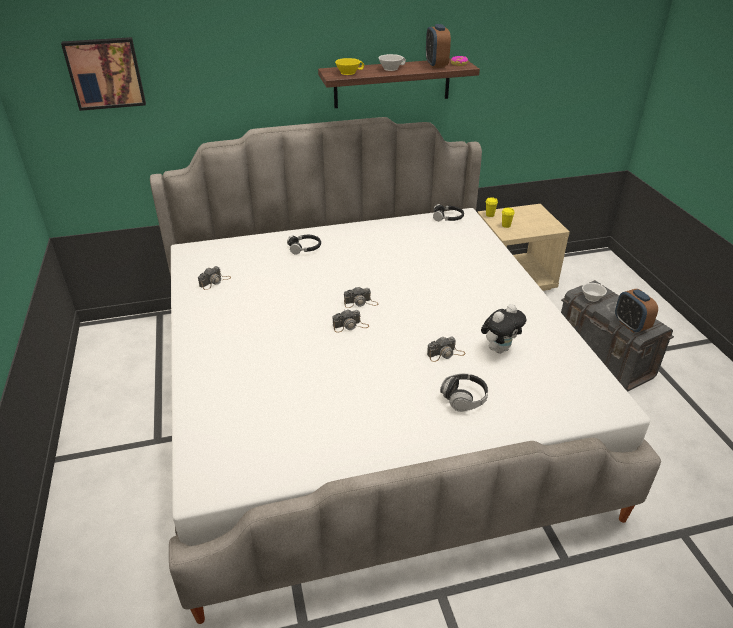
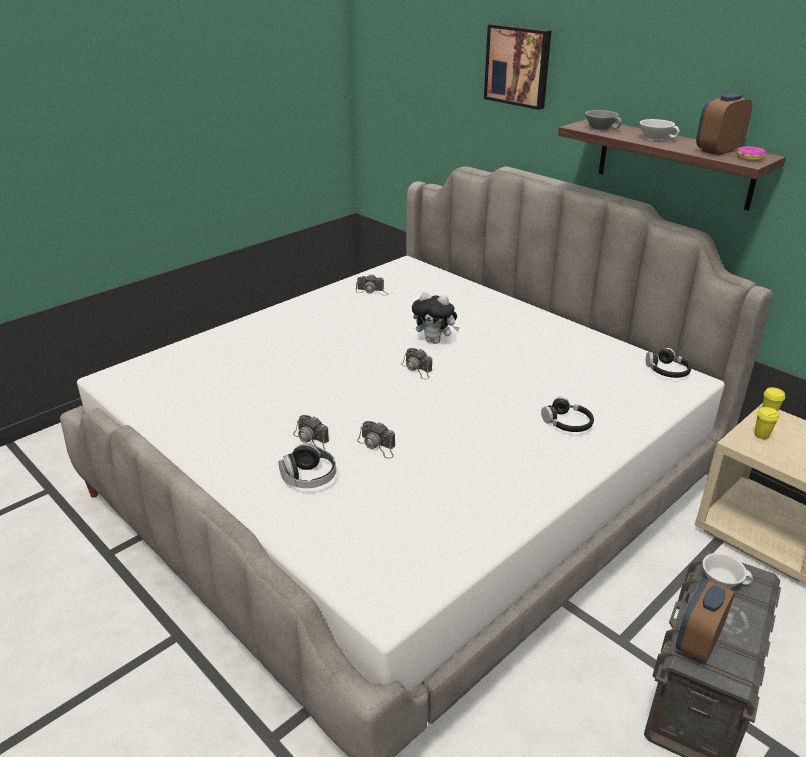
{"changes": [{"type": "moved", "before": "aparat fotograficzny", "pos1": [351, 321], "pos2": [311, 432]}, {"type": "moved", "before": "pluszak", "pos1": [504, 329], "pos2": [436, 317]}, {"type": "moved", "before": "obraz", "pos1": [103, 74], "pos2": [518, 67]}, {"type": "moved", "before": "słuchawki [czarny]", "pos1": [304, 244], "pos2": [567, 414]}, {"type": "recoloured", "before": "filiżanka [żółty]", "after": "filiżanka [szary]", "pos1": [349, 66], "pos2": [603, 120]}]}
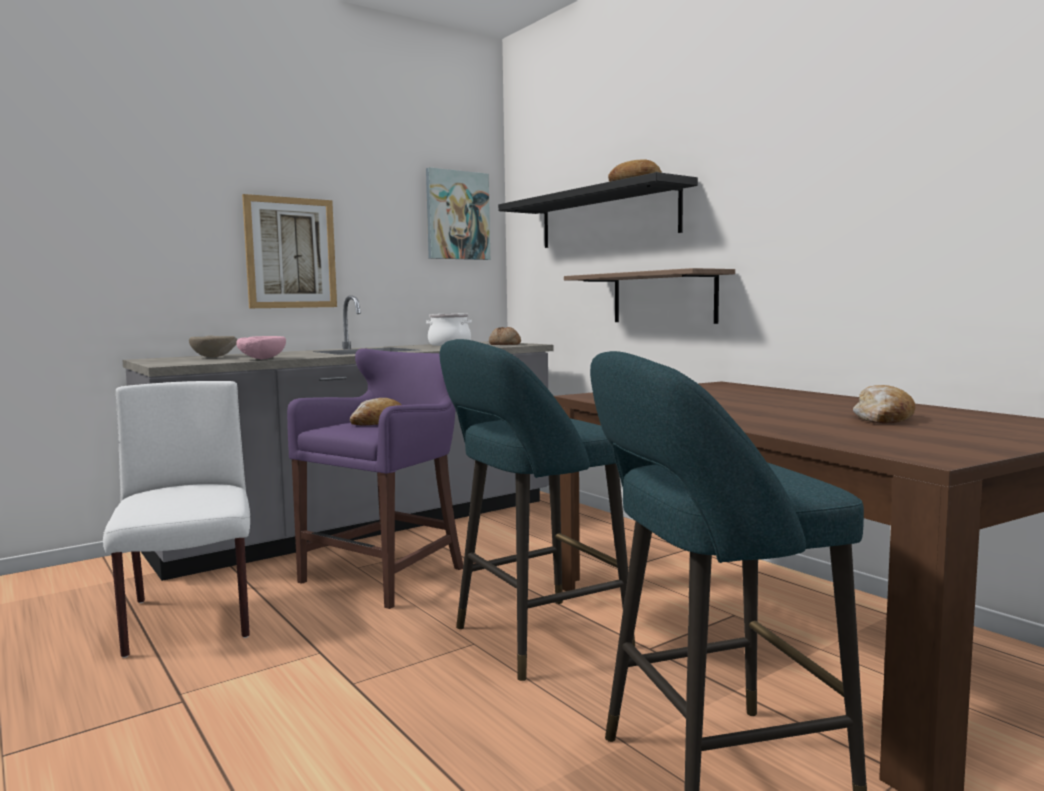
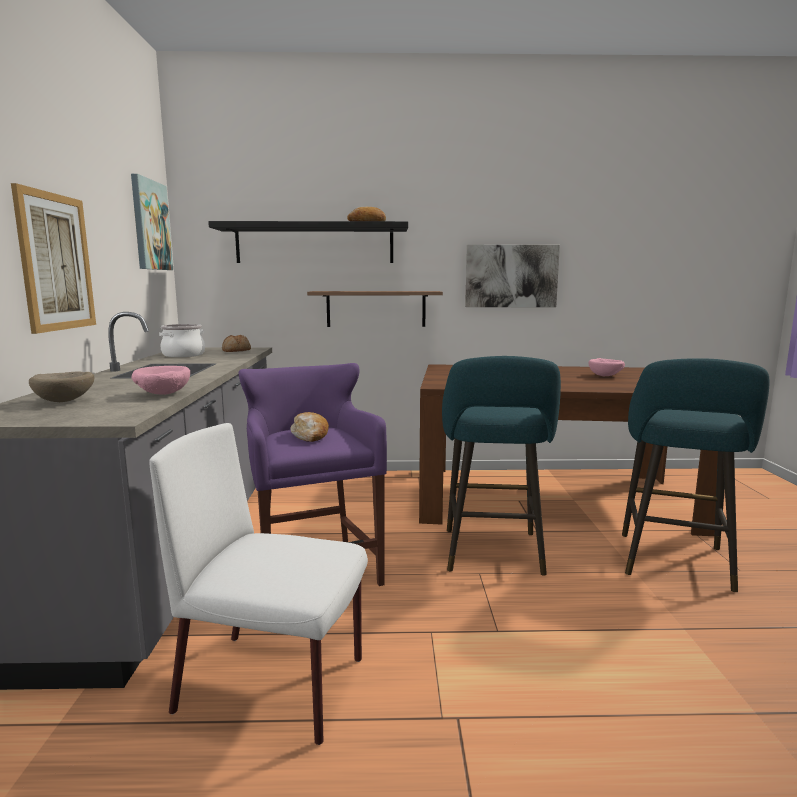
{"changes": [{"type": "added", "after": "obraz", "pos2": [512, 276]}, {"type": "replaced", "before": "chleb", "after": "miska [różowy]", "pos1": [884, 404], "pos2": [607, 367]}]}
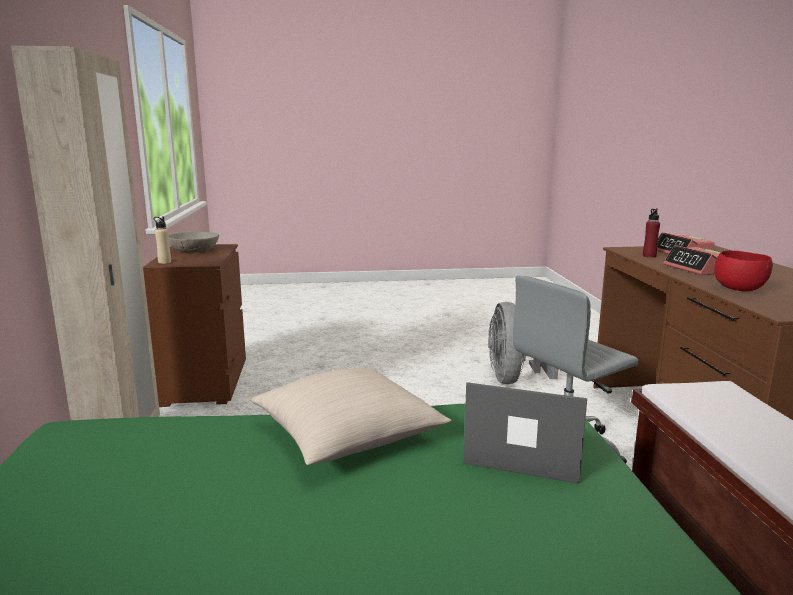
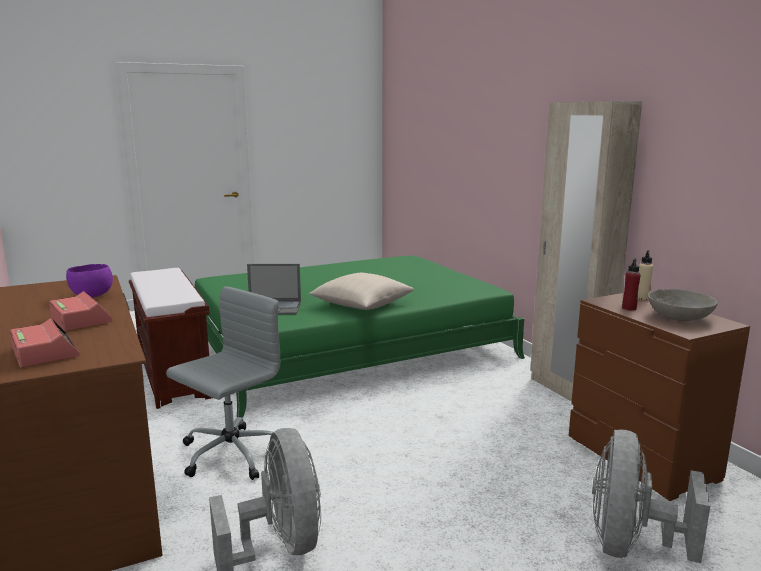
{"changes": [{"type": "recoloured", "before": "miska [czerwony]", "after": "miska [fioletowy]", "pos1": [743, 271], "pos2": [89, 281]}, {"type": "added", "after": "wentylator [szary]", "pos2": [651, 496]}, {"type": "moved", "before": "butelka [czerwony]", "pos1": [651, 233], "pos2": [631, 284]}]}
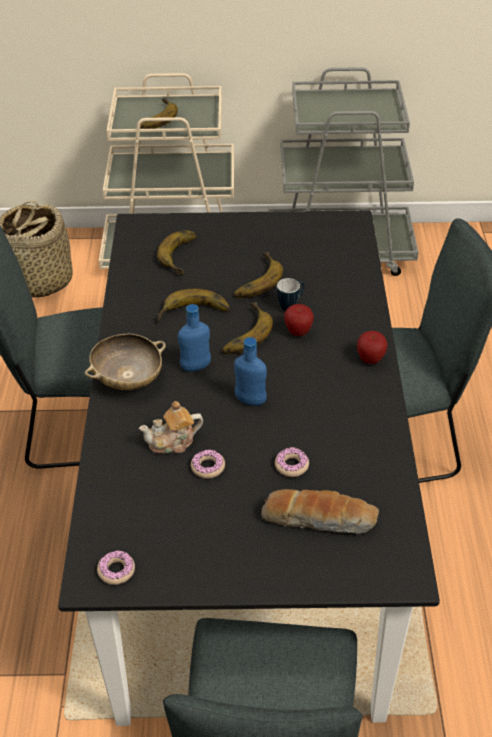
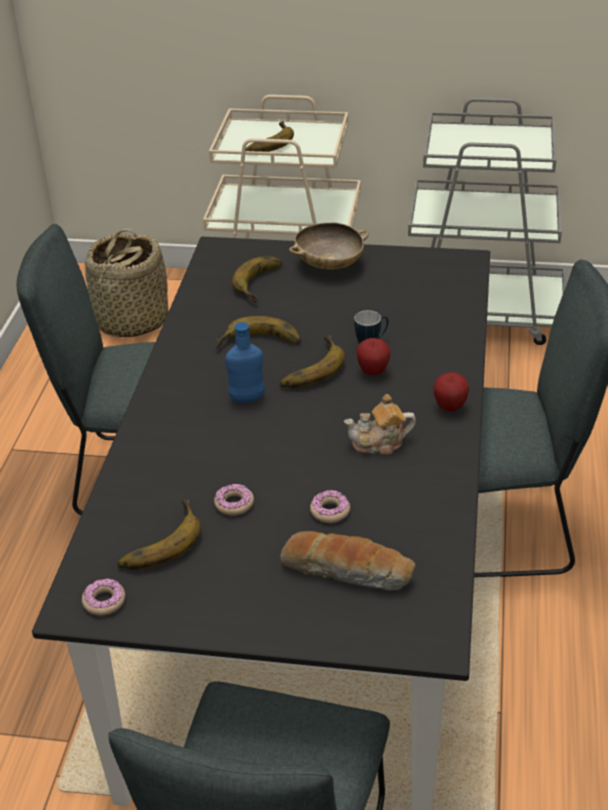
{"changes": [{"type": "moved", "before": "banan", "pos1": [258, 275], "pos2": [159, 535]}, {"type": "moved", "before": "miska [beżowy]", "pos1": [125, 362], "pos2": [329, 245]}, {"type": "moved", "before": "imbryk", "pos1": [171, 427], "pos2": [380, 424]}, {"type": "removed", "before": "butelka [niebieski]", "pos1": [250, 371]}]}
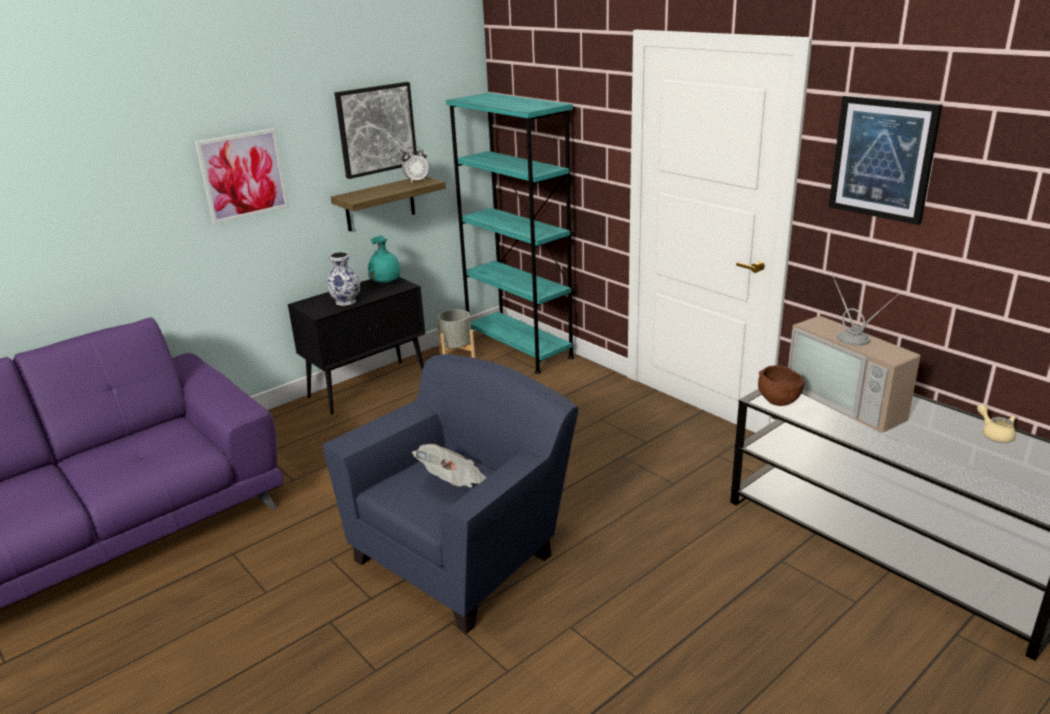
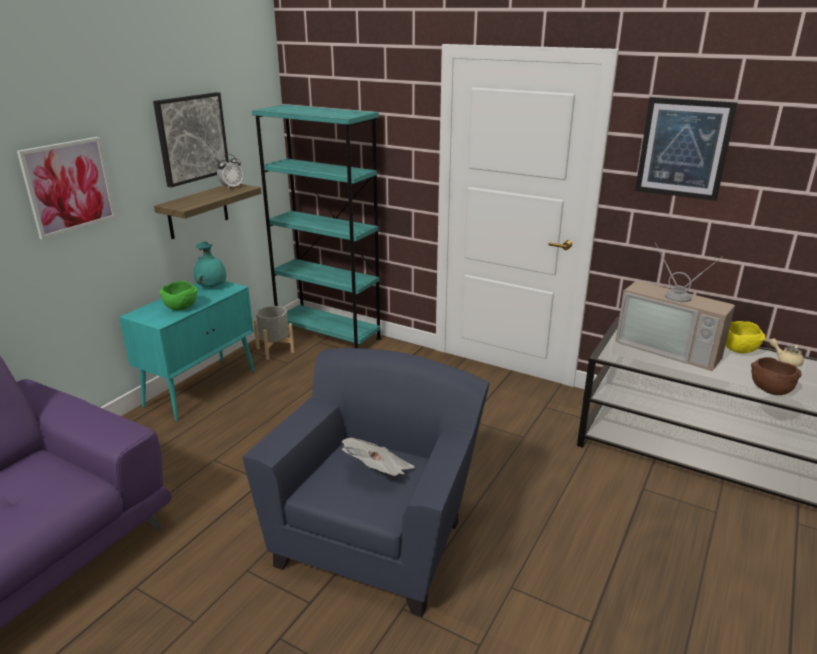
{"changes": [{"type": "recoloured", "before": "szafka [czarny]", "after": "szafka [turkusowy]", "pos1": [356, 346], "pos2": [187, 351]}, {"type": "replaced", "before": "wazon", "after": "miska [zielony]", "pos1": [343, 279], "pos2": [178, 295]}, {"type": "added", "after": "miska [żółty]", "pos2": [745, 337]}, {"type": "moved", "before": "miska [brązowy]", "pos1": [781, 385], "pos2": [776, 376]}]}
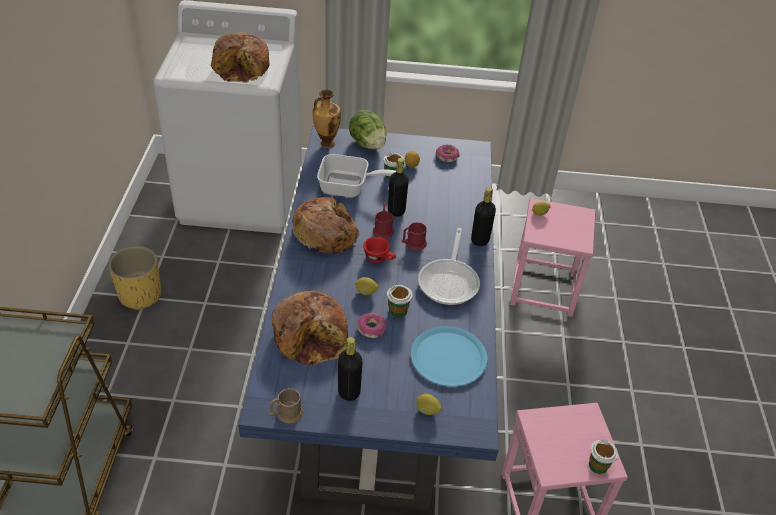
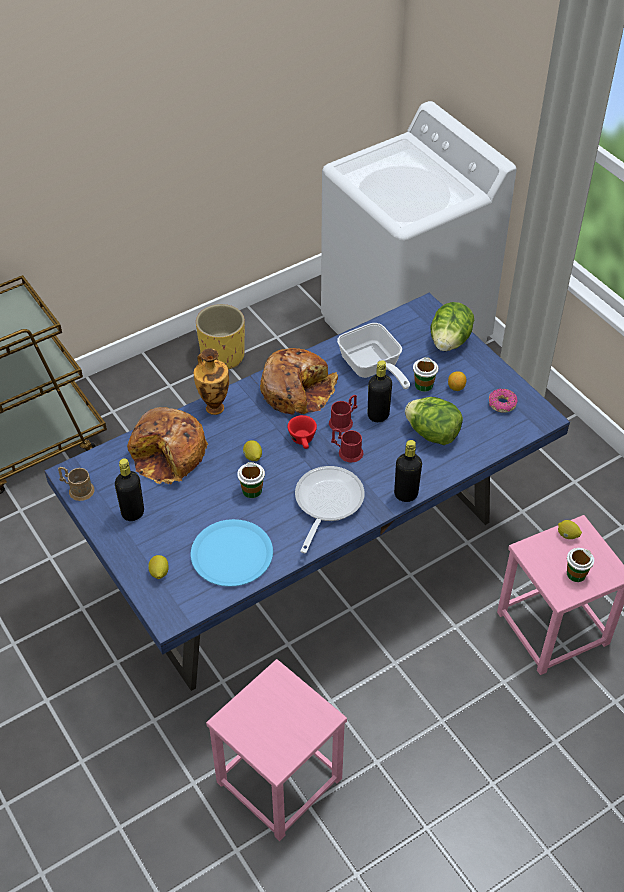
{"changes": [{"type": "moved", "before": "wazon", "pos1": [326, 119], "pos2": [211, 381]}, {"type": "turned", "before": "patelnia", "pos1": [449, 266], "pos2": [329, 509], "turn": 135}, {"type": "added", "after": "sałata", "pos2": [434, 421]}, {"type": "moved", "before": "filiżanka", "pos1": [603, 456], "pos2": [580, 565]}, {"type": "removed", "before": "chleb", "pos1": [240, 57]}, {"type": "removed", "before": "donut", "pos1": [372, 325]}]}
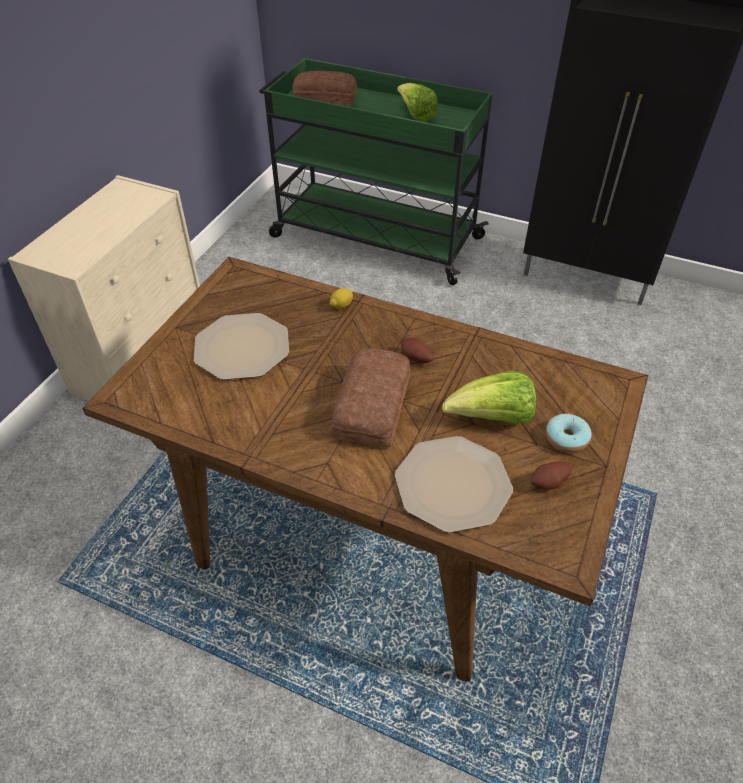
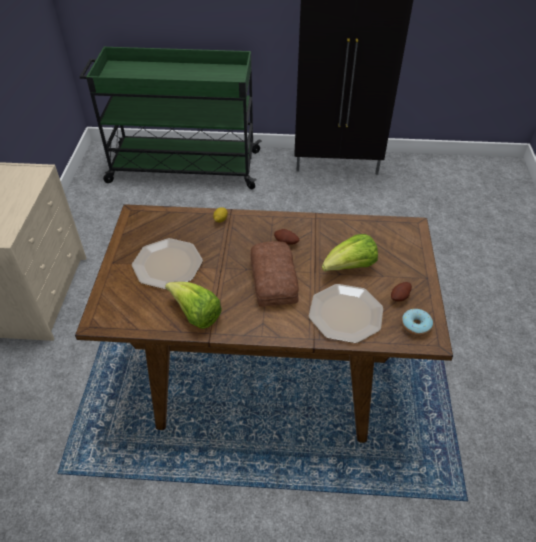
{"changes": [{"type": "moved", "before": "sałata", "pos1": [417, 102], "pos2": [193, 305]}, {"type": "moved", "before": "donut", "pos1": [569, 433], "pos2": [417, 322]}, {"type": "removed", "before": "chleb", "pos1": [325, 88]}]}
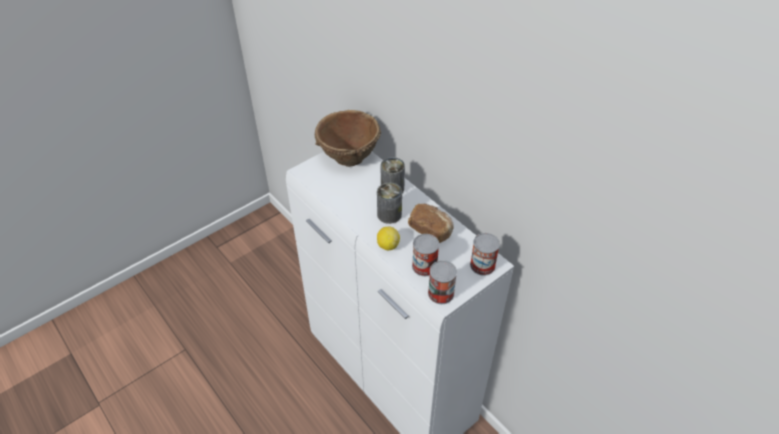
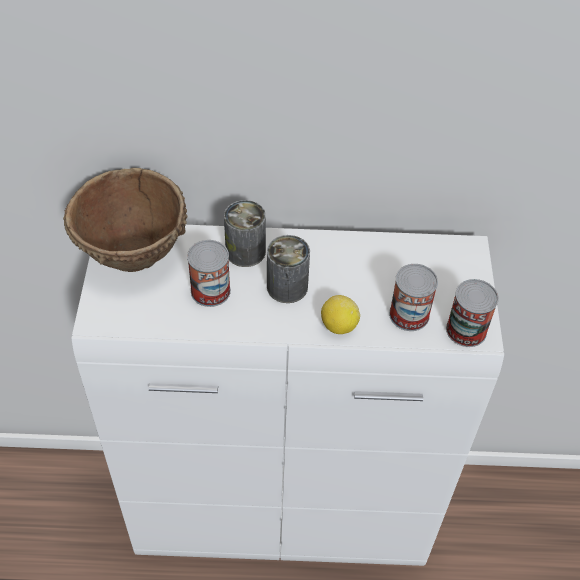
{"changes": [{"type": "moved", "before": "puszka", "pos1": [485, 254], "pos2": [209, 273]}, {"type": "removed", "before": "chleb", "pos1": [430, 223]}]}
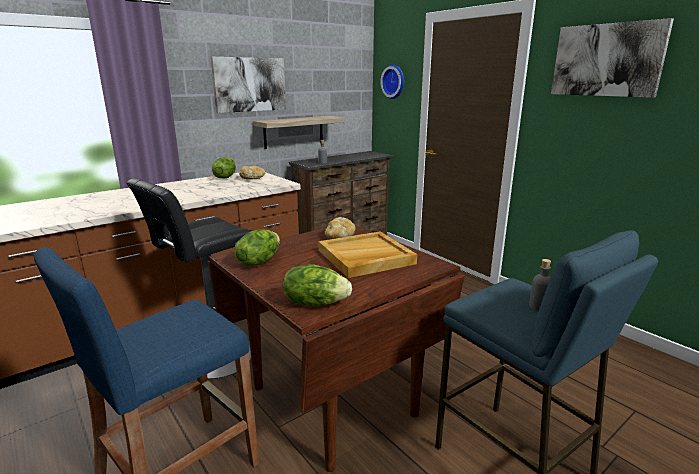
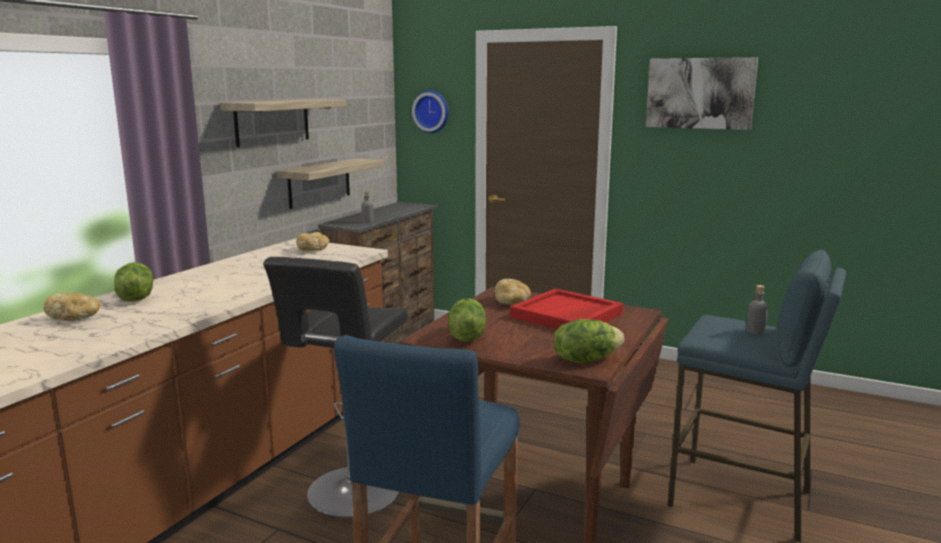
{"changes": [{"type": "added", "after": "chleb", "pos2": [71, 307]}, {"type": "moved", "before": "sałata", "pos1": [224, 168], "pos2": [133, 282]}, {"type": "replaced", "before": "obraz", "after": "półka", "pos1": [248, 85], "pos2": [283, 123]}, {"type": "recoloured", "before": "taca [beżowy]", "after": "taca [czerwony]", "pos1": [367, 254], "pos2": [566, 308]}]}
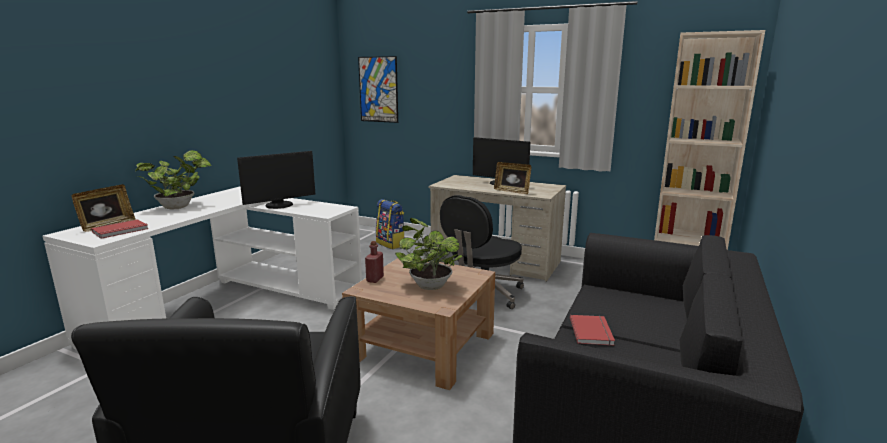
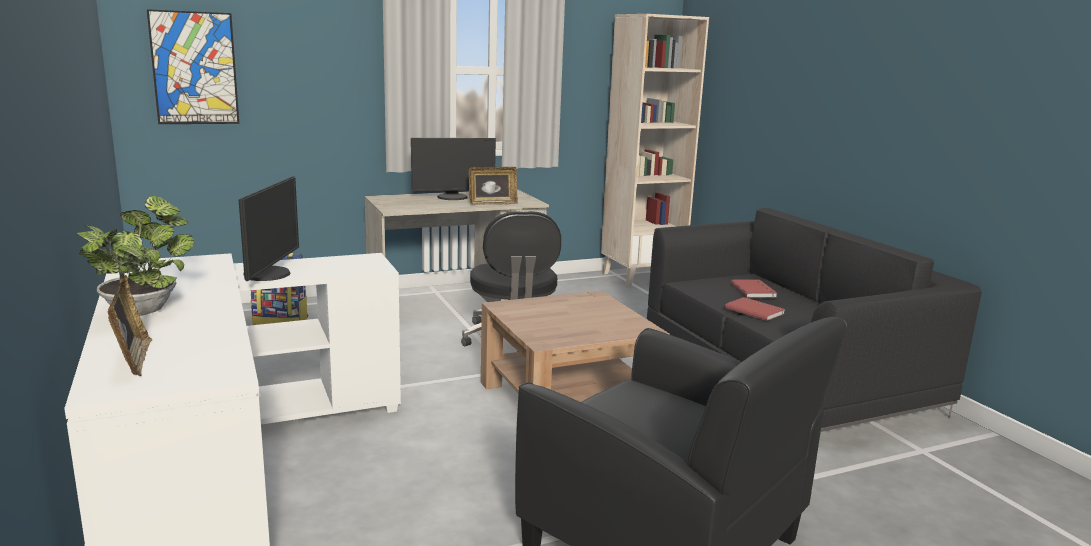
{"changes": [{"type": "moved", "before": "książka [czerwony]", "pos1": [119, 229], "pos2": [754, 288]}, {"type": "removed", "before": "butelka [czerwony]", "pos1": [374, 262]}, {"type": "removed", "before": "roślina doniczkowa", "pos1": [429, 254]}]}
